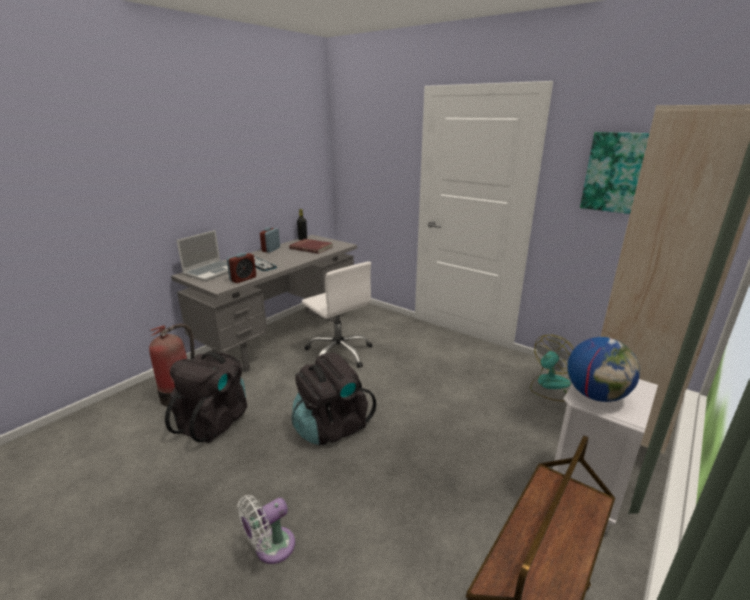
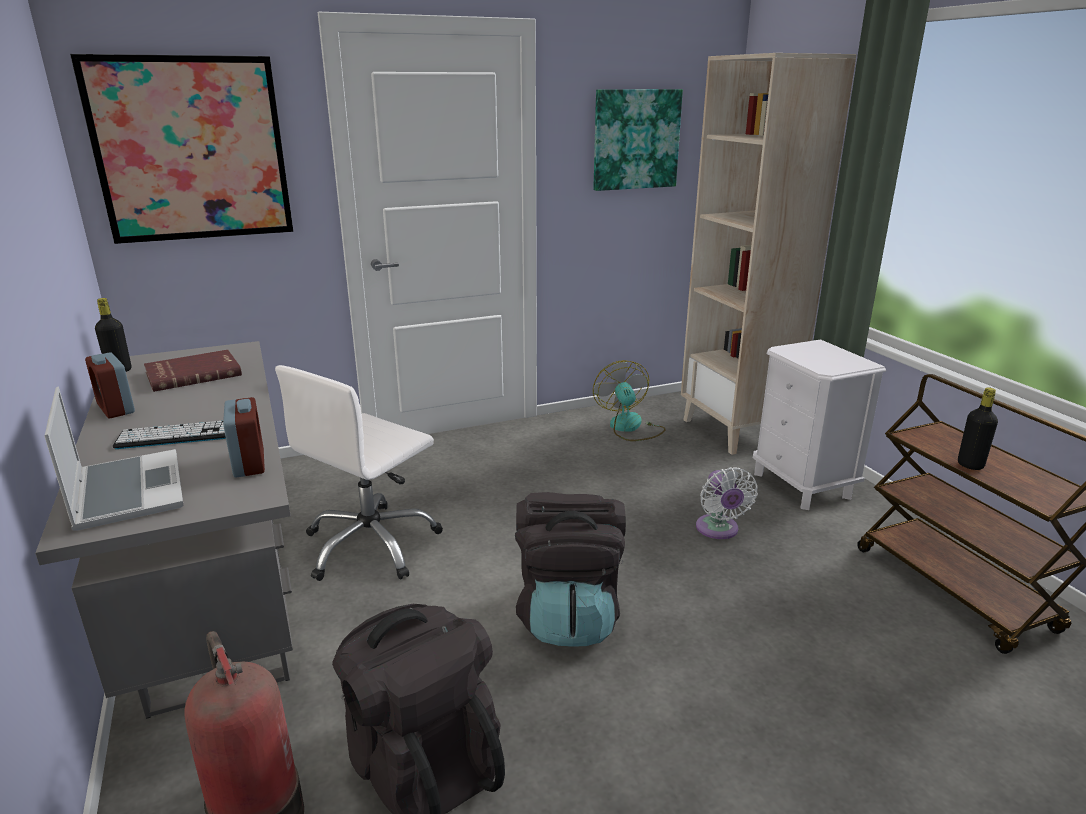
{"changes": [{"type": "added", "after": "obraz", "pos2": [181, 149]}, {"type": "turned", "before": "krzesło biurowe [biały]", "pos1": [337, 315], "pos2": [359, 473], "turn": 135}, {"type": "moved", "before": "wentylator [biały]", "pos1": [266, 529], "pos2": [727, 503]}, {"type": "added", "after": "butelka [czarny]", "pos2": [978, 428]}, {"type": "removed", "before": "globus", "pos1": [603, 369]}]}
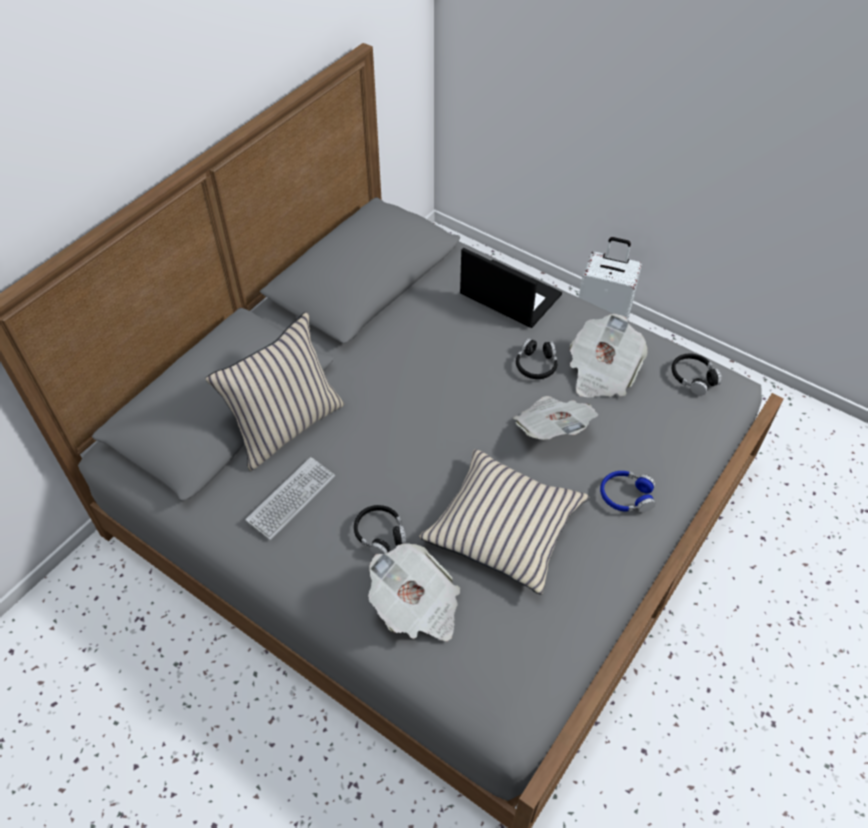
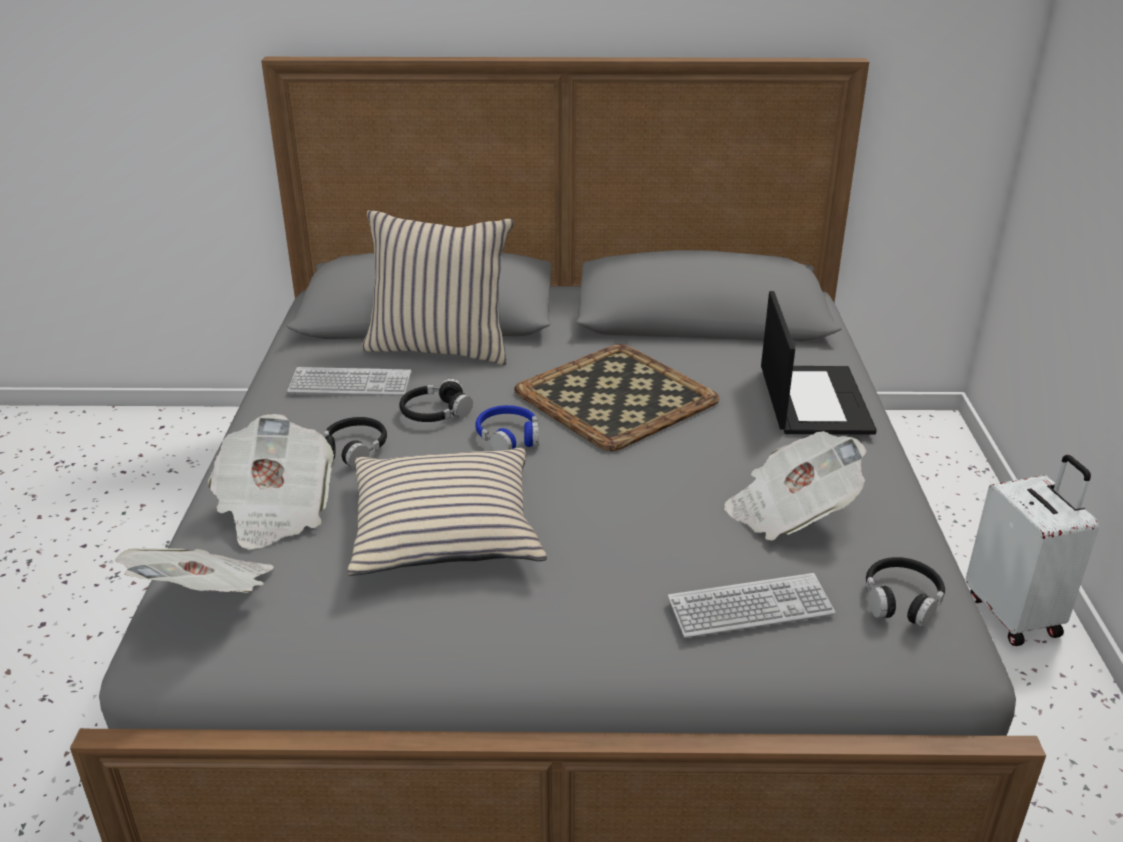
{"changes": [{"type": "moved", "before": "gazeta", "pos1": [555, 418], "pos2": [194, 570]}, {"type": "moved", "before": "słuchawki [czarny]", "pos1": [537, 358], "pos2": [436, 400]}, {"type": "moved", "before": "słuchawki [niebieski]", "pos1": [628, 491], "pos2": [507, 428]}, {"type": "added", "after": "taca", "pos2": [617, 397]}, {"type": "added", "after": "klawiatura", "pos2": [751, 605]}]}
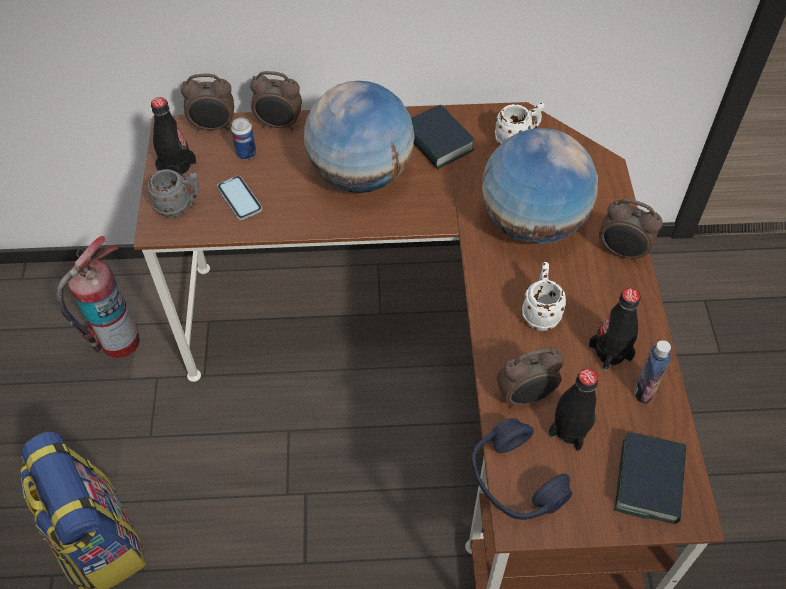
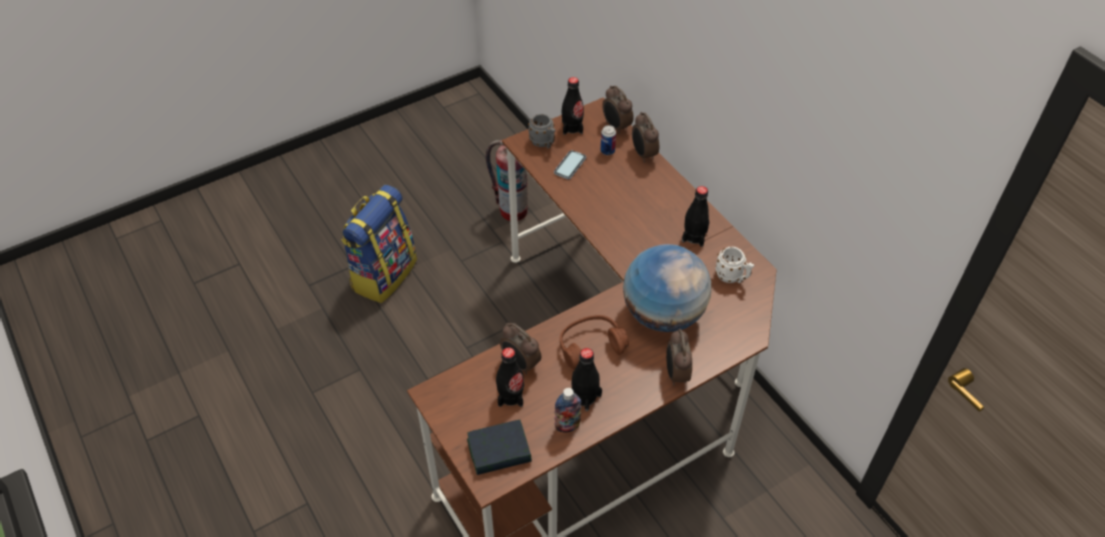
{"changes": [{"type": "replaced", "before": "kubek [biały]", "after": "słuchawki [brązowy]", "pos1": [544, 296], "pos2": [594, 342]}, {"type": "replaced", "before": "książka", "after": "butelka [czarny]", "pos1": [443, 137], "pos2": [695, 216]}, {"type": "removed", "before": "globus", "pos1": [359, 137]}, {"type": "removed", "before": "słuchawki [niebieski]", "pos1": [522, 469]}]}
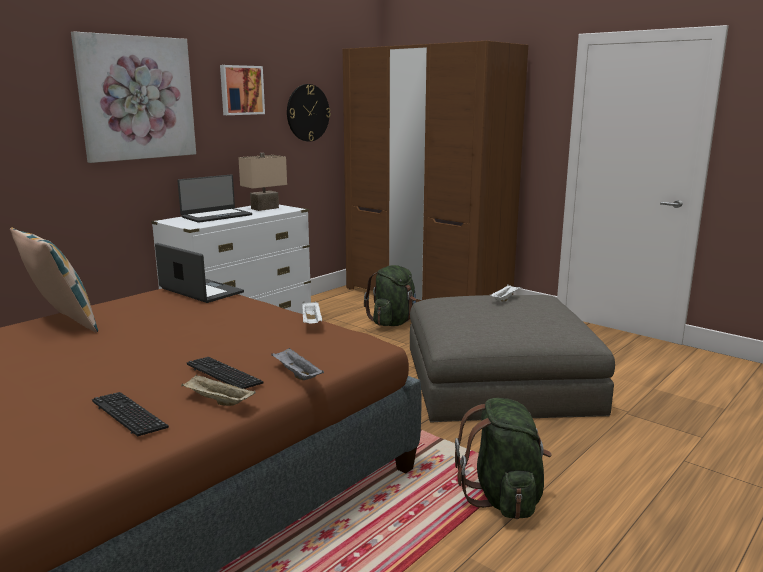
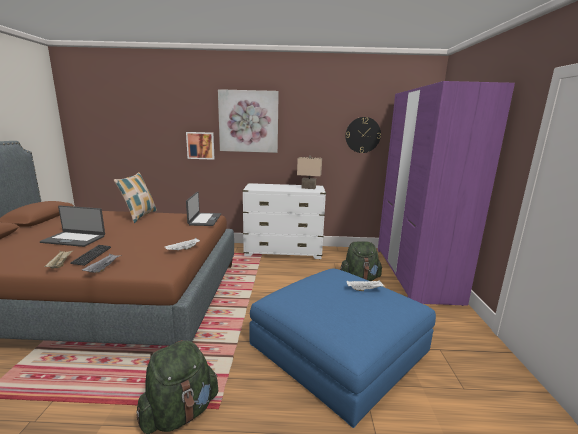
{"changes": [{"type": "moved", "before": "laptop", "pos1": [214, 198], "pos2": [72, 226]}, {"type": "moved", "before": "obraz", "pos1": [242, 90], "pos2": [200, 146]}, {"type": "recoloured", "before": "pufa [szary]", "after": "pufa [niebieski]", "pos1": [512, 359], "pos2": [342, 348]}, {"type": "recoloured", "before": "szafa [brązowy]", "after": "szafa [fioletowy]", "pos1": [435, 171], "pos2": [446, 193]}, {"type": "removed", "before": "klawiatura", "pos1": [130, 414]}]}
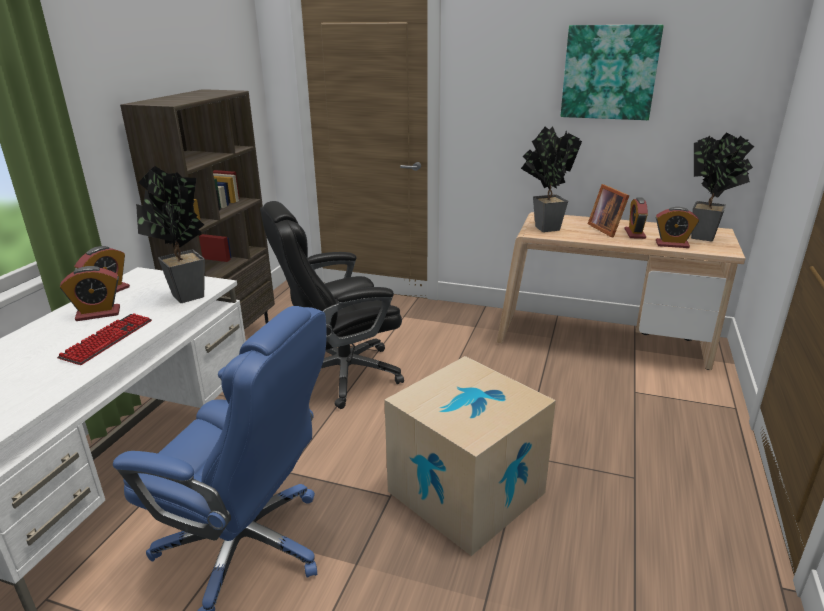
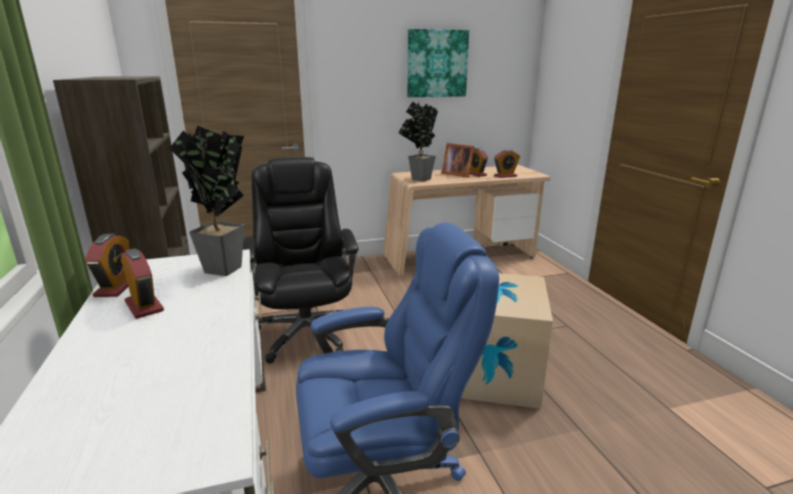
{"changes": [{"type": "turned", "before": "budzik", "pos1": [90, 293], "pos2": [142, 283], "turn": -75}, {"type": "turned", "before": "krzesło biurowe [czarny]", "pos1": [332, 305], "pos2": [300, 260], "turn": 135}, {"type": "removed", "before": "klawiatura", "pos1": [104, 339]}, {"type": "removed", "before": "roślina doniczkowa", "pos1": [722, 187]}]}
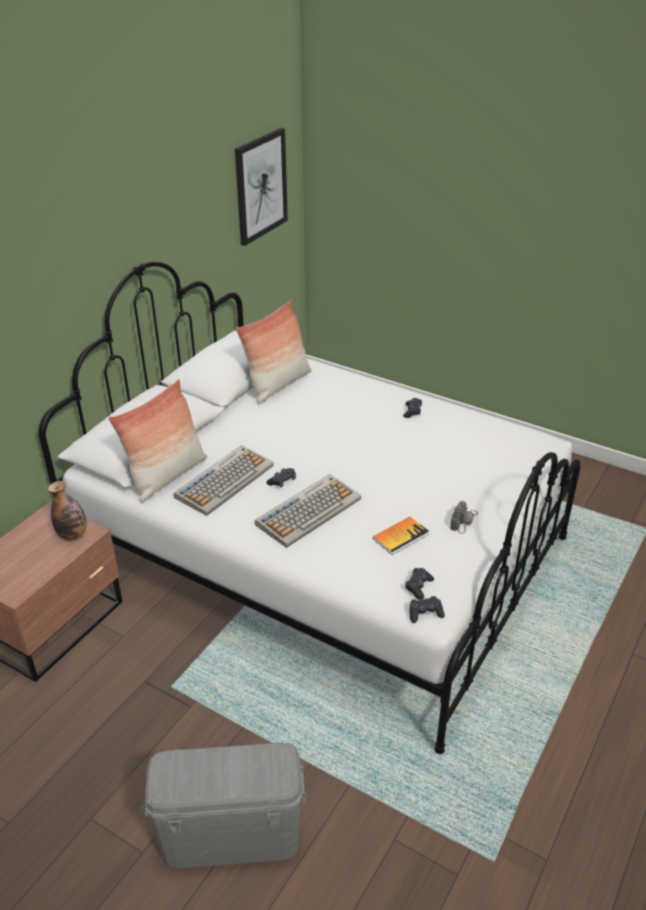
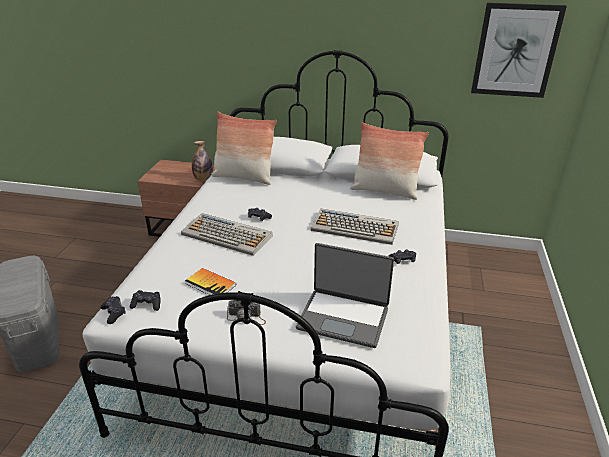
{"changes": [{"type": "added", "after": "laptop", "pos2": [345, 295]}, {"type": "moved", "before": "klawiatura", "pos1": [224, 480], "pos2": [355, 227]}]}
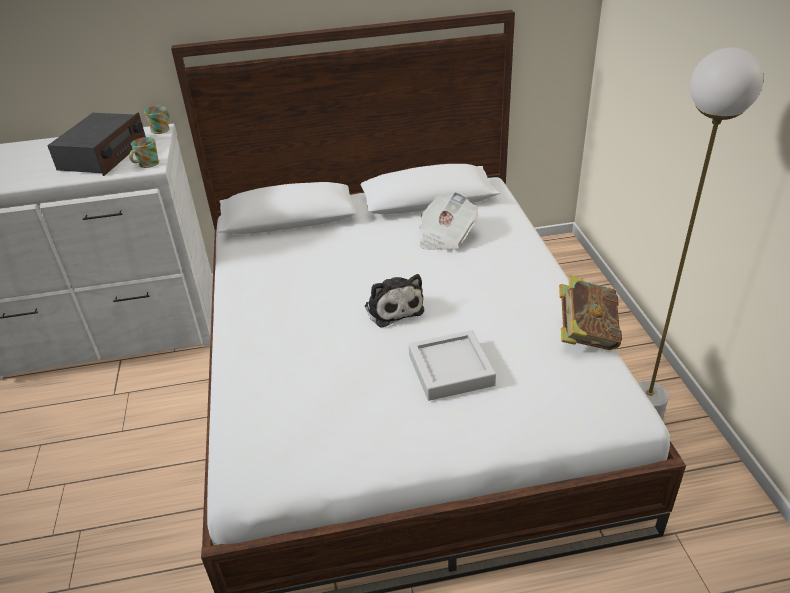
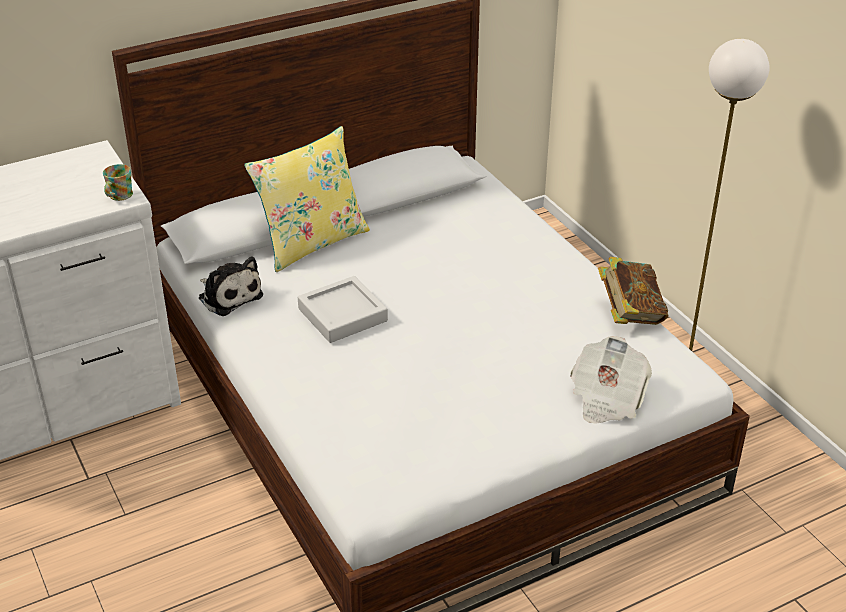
{"changes": [{"type": "moved", "before": "pluszak", "pos1": [394, 301], "pos2": [231, 286]}, {"type": "added", "after": "poduszka [żółty]", "pos2": [307, 199]}, {"type": "moved", "before": "taca [szary]", "pos1": [452, 365], "pos2": [343, 309]}, {"type": "moved", "before": "gazeta", "pos1": [448, 221], "pos2": [611, 379]}, {"type": "removed", "before": "radio", "pos1": [96, 144]}, {"type": "removed", "before": "kubek", "pos1": [157, 120]}]}
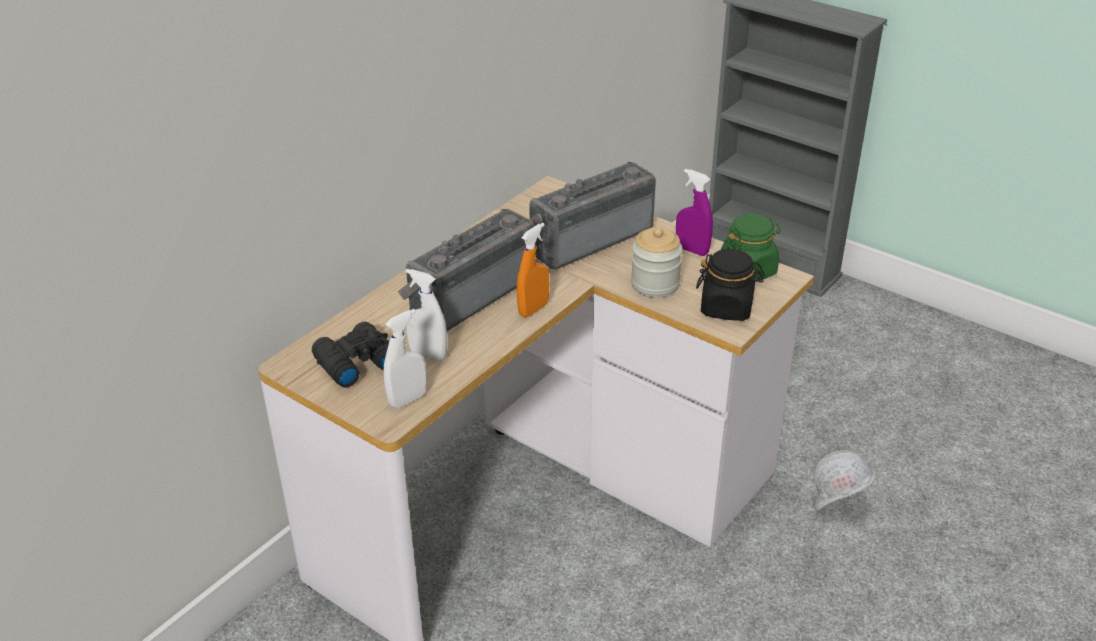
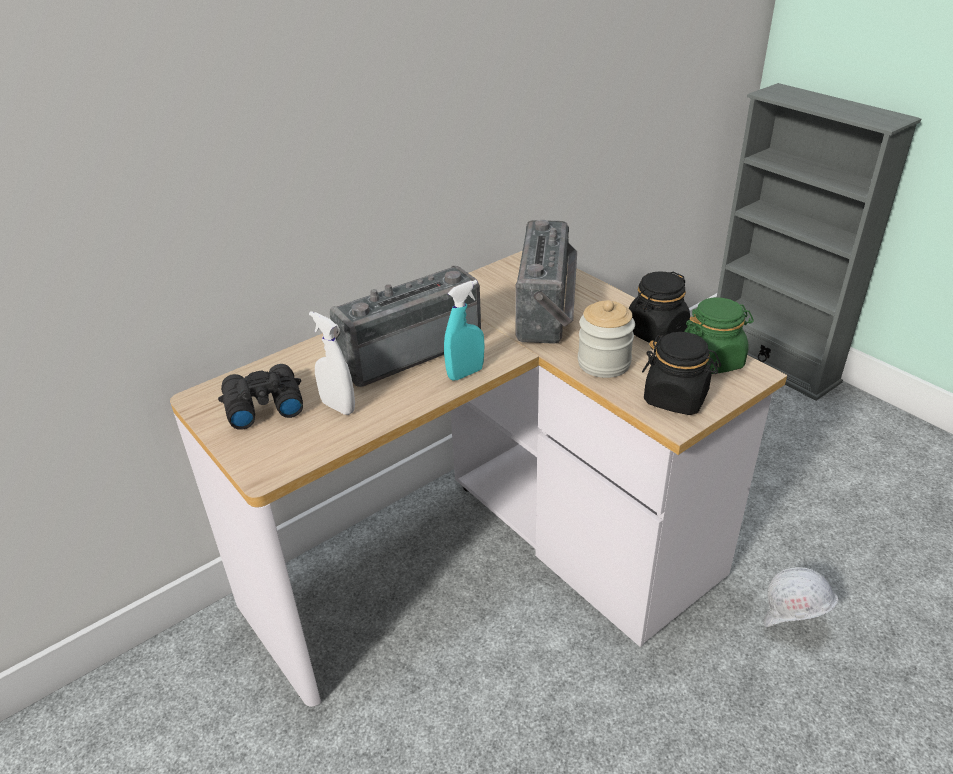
{"changes": [{"type": "recoloured", "before": "spryskiwacz [pomarańczowy]", "after": "spryskiwacz [turkusowy]", "pos1": [533, 269], "pos2": [464, 330]}, {"type": "turned", "before": "radio", "pos1": [592, 215], "pos2": [546, 282], "turn": 120}, {"type": "replaced", "before": "spryskiwacz [fioletowy]", "after": "słoik [czarny]", "pos1": [694, 212], "pos2": [659, 307]}, {"type": "removed", "before": "spryskiwacz [biały]", "pos1": [404, 358]}]}
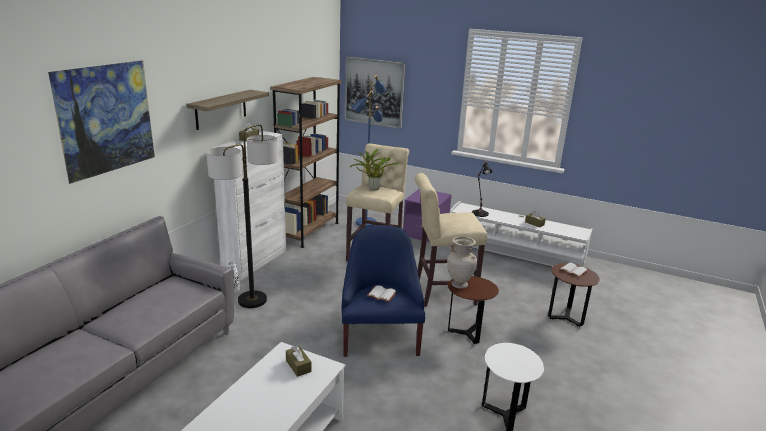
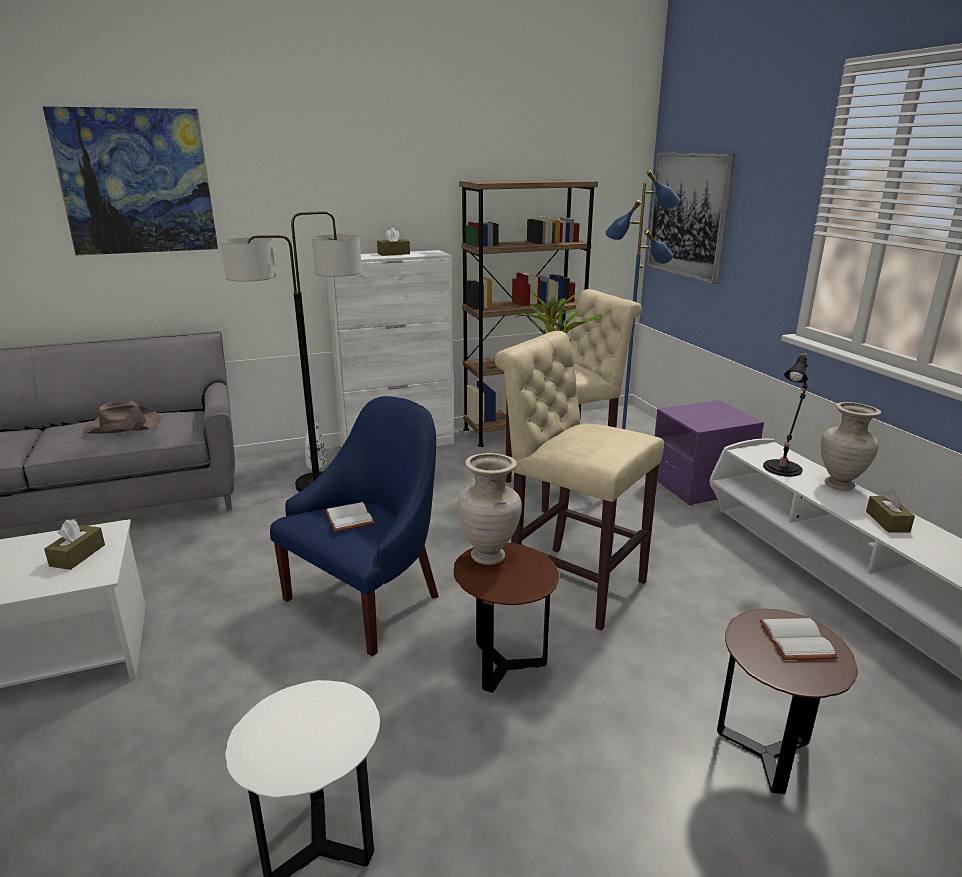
{"changes": [{"type": "added", "after": "kapelusz [brązowy]", "pos2": [122, 417]}, {"type": "added", "after": "wazon [beżowy]", "pos2": [851, 446]}, {"type": "removed", "before": "półka", "pos1": [227, 110]}]}
